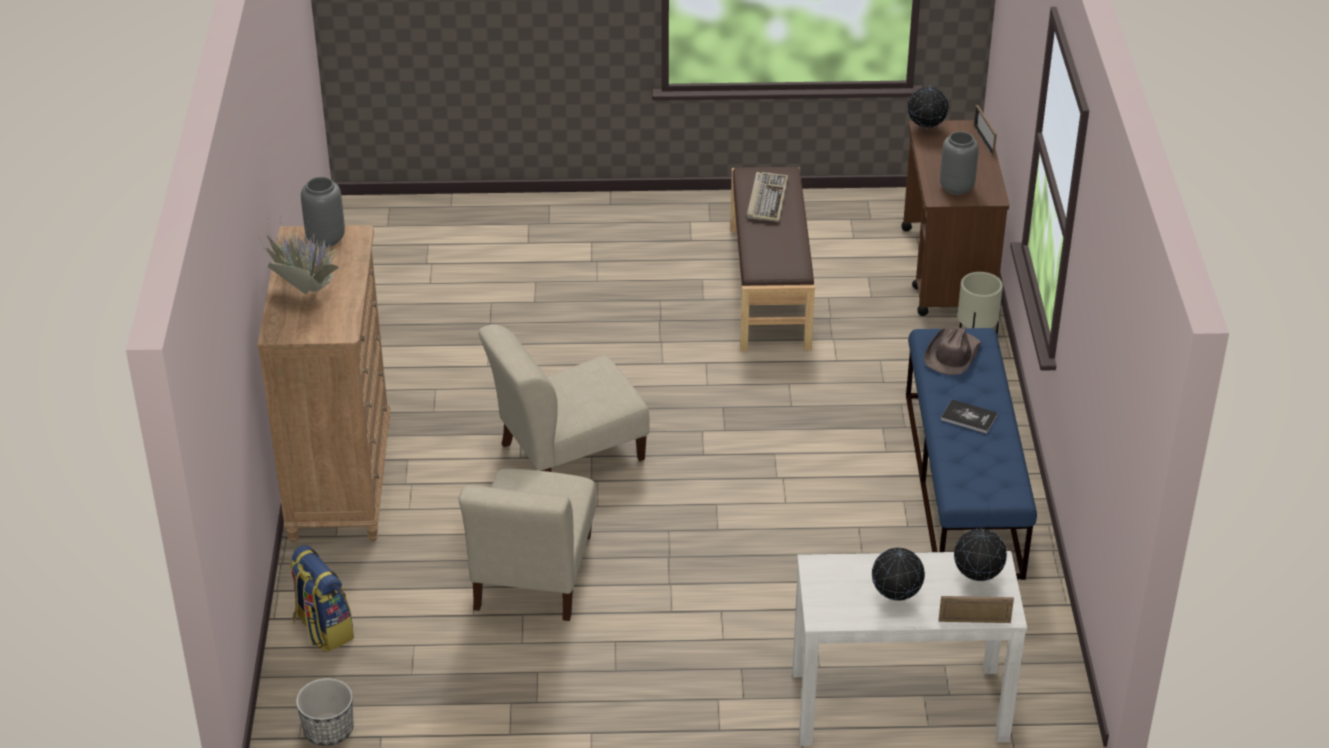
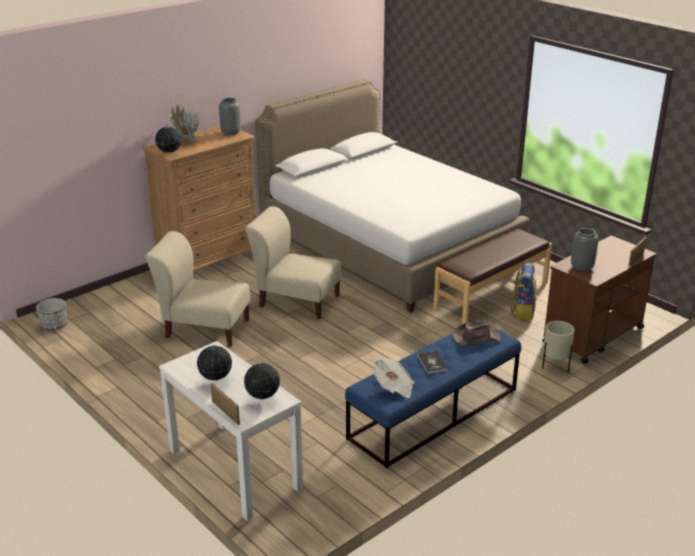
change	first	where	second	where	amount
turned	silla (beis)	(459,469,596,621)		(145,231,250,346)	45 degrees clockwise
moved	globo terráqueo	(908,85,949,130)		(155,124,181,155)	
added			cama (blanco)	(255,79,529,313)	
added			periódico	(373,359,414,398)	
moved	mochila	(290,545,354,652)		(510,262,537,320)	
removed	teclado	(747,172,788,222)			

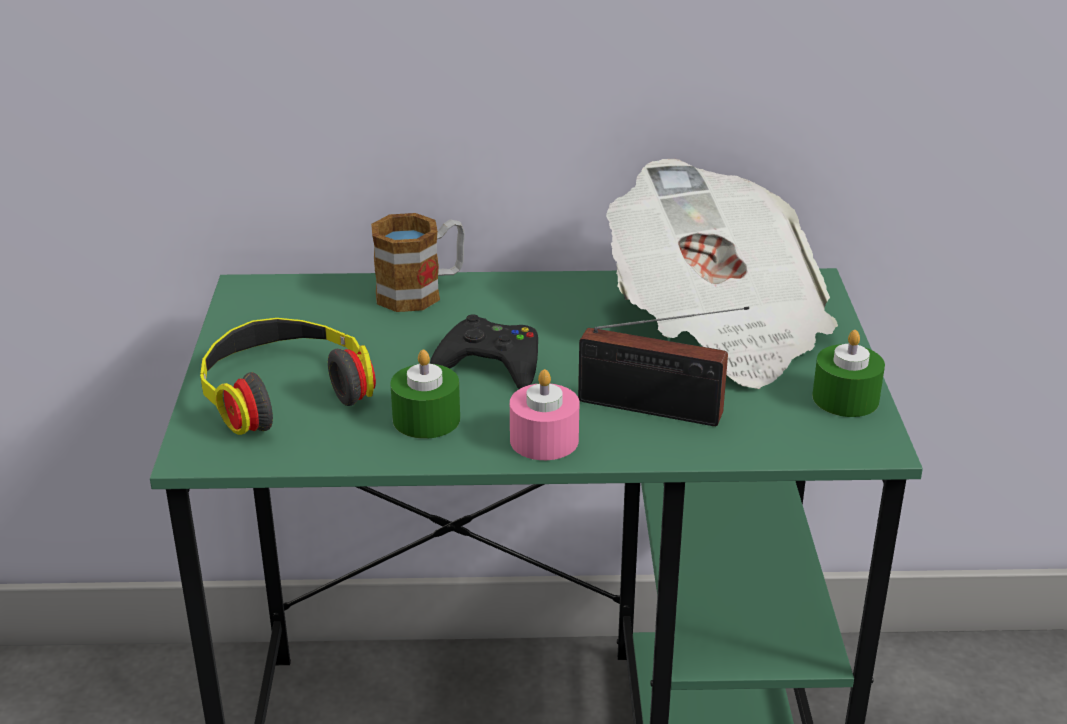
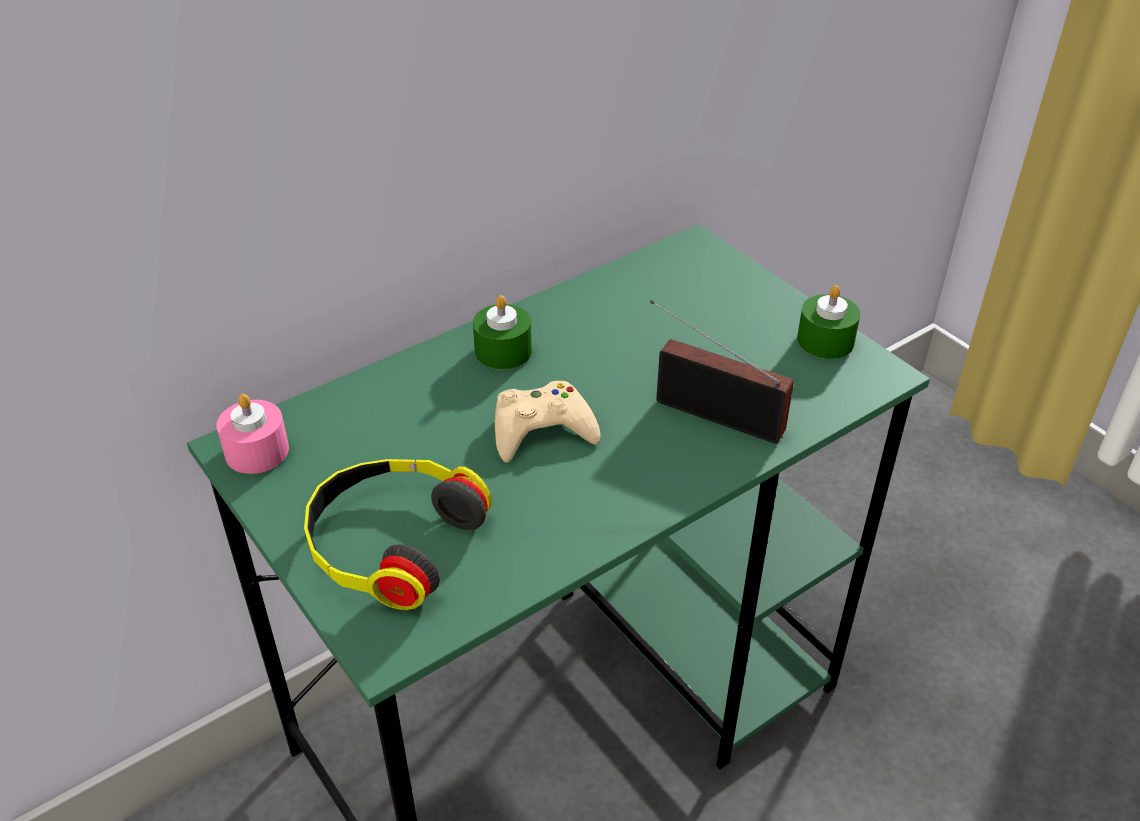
change	first	where	second	where	amount
moved	vela (rosa)	(510,369,579,460)		(216,394,289,474)	
moved	vela (verde)	(390,349,460,439)		(473,295,532,370)	
recoloured	mando de consola (negro)	(430,314,538,389)	mando de consola (beis)	(495,381,601,463)	
turned	radio	(578,307,749,426)		(650,300,794,444)	135 degrees counterclockwise
removed	taza grande	(371,213,465,312)			
removed	periódico	(606,159,838,389)			

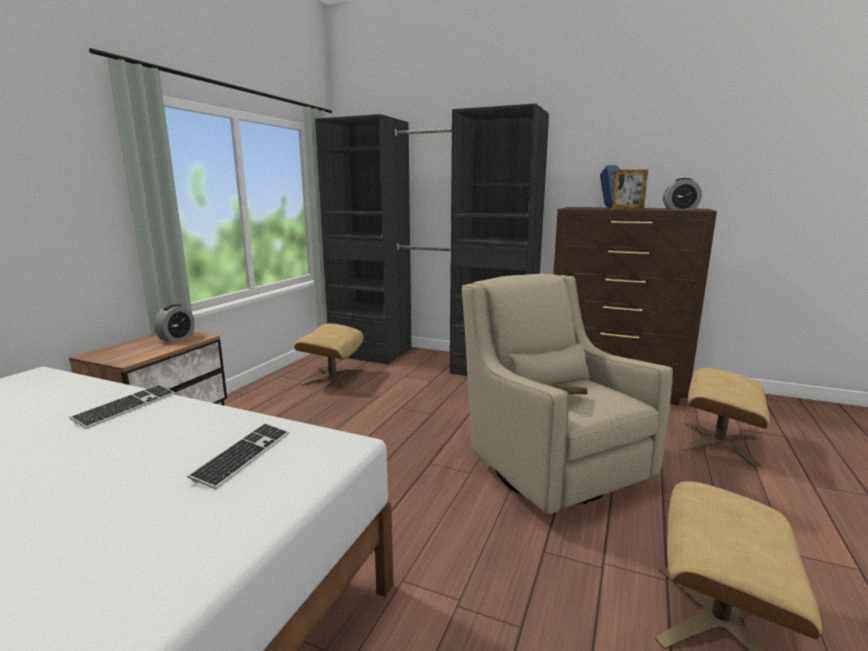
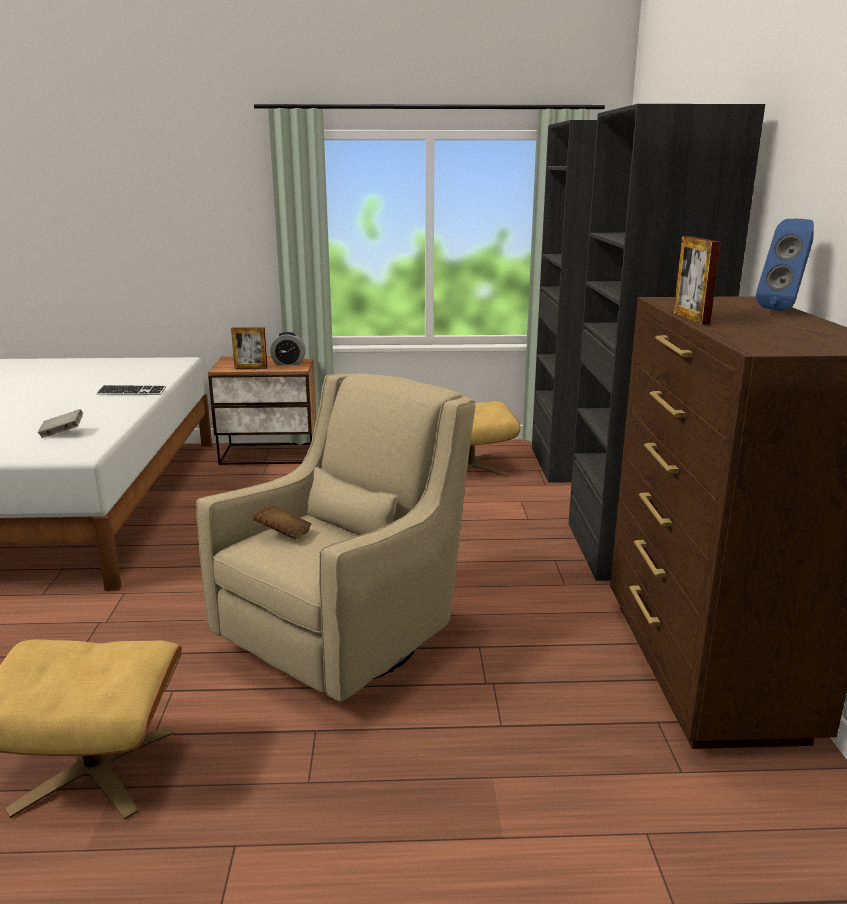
change	first	where	second	where	amount
replaced	teclado	(187,423,289,489)	libro (gris)	(38,409,83,438)	
added			portarretratos	(231,327,268,369)	
removed	despertador	(663,178,702,210)			
removed	puf (beis)	(680,368,770,467)			

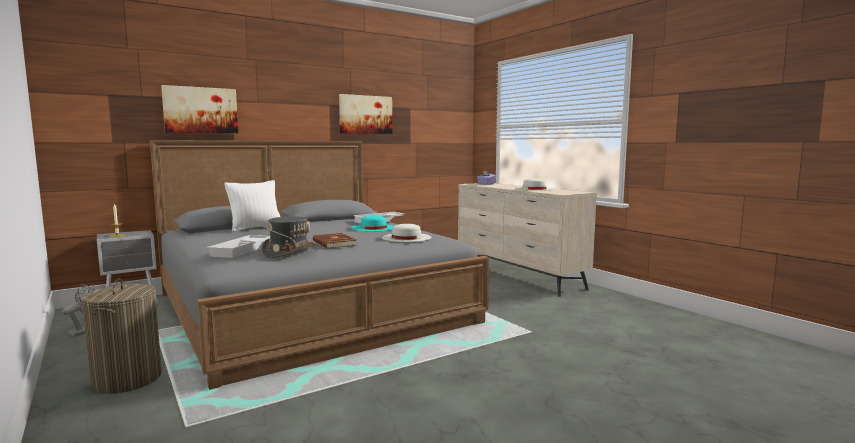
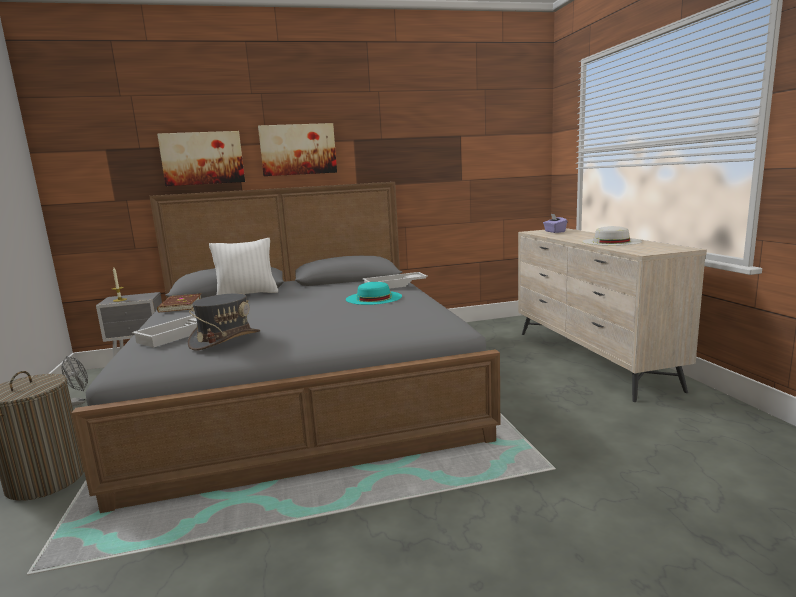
change	first	where	second	where	amount
moved	libro (marrón)	(313,233,357,248)		(157,294,202,312)	
moved	cuadro	(339,94,392,134)		(258,123,337,176)	
removed	sombrero (blanco)	(382,224,432,242)			

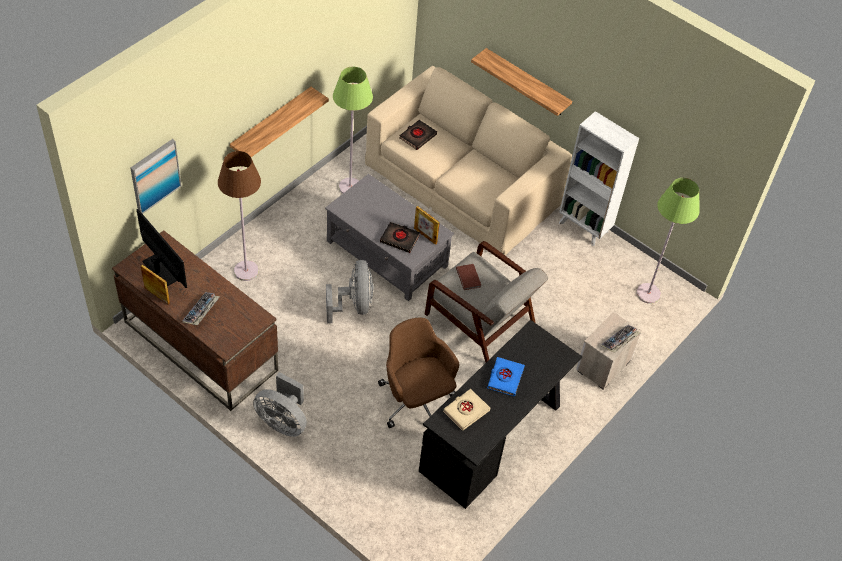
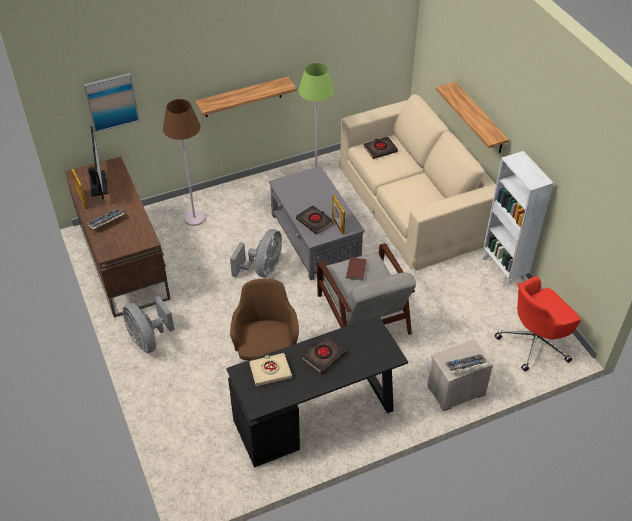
change	first	where	second	where	amount
recoloured	libro (azul)	(487,357,525,396)	libro (negro)	(301,335,346,374)	
replaced	lámpara de pie (verde)	(636,178,700,304)	silla de oficina (rojo)	(495,276,581,372)	

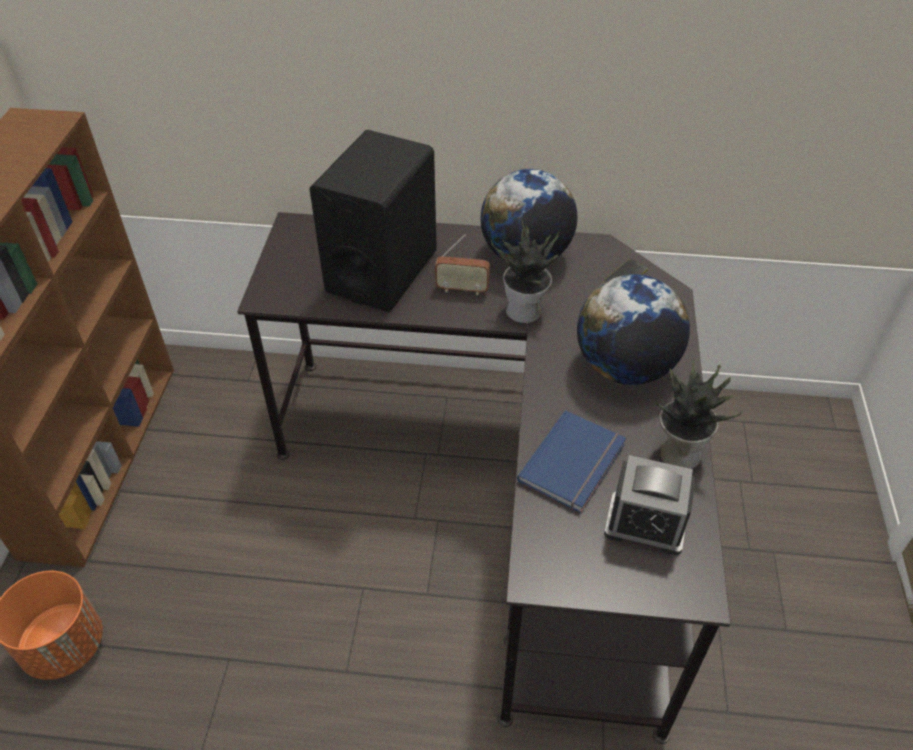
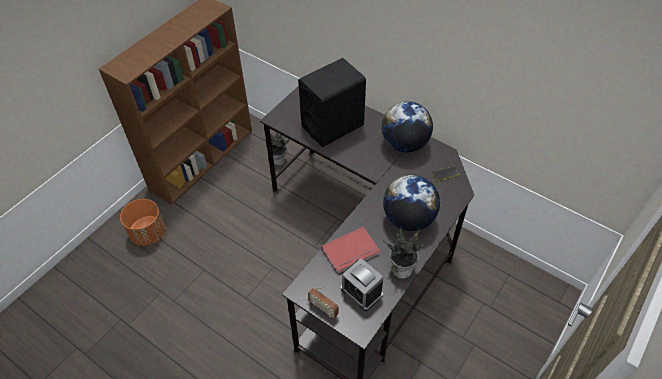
change	first	where	second	where	amount
moved	planta en maceta	(491,220,559,323)		(265,132,290,165)	
moved	radio	(435,234,490,295)		(308,287,339,318)	
recoloured	libro (azul)	(517,410,626,513)	libro (rojo)	(322,227,380,274)	

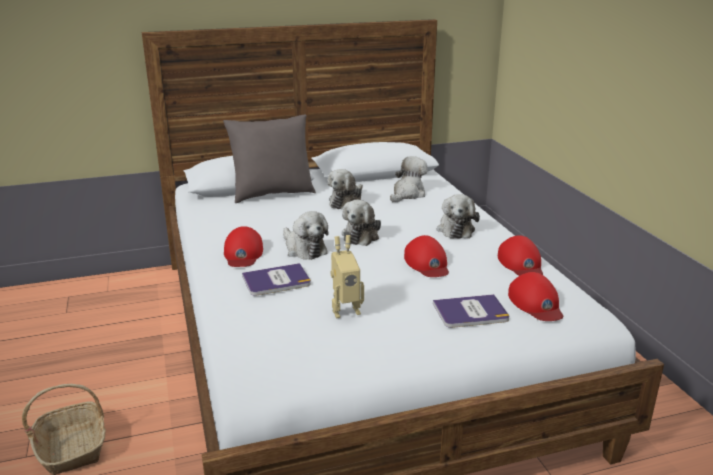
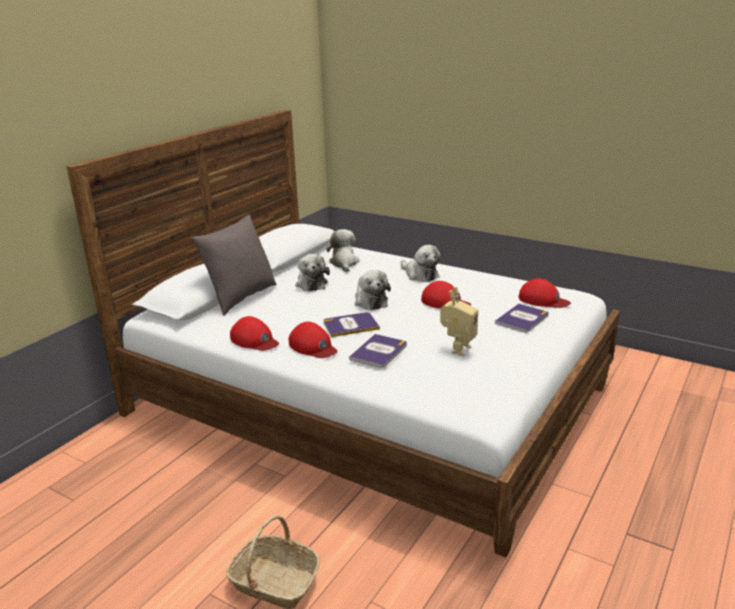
change	first	where	second	where	amount
moved	gorra (rojo)	(498,235,543,276)		(230,316,279,351)	
replaced	peluche	(283,211,328,260)	libro	(323,312,380,337)	

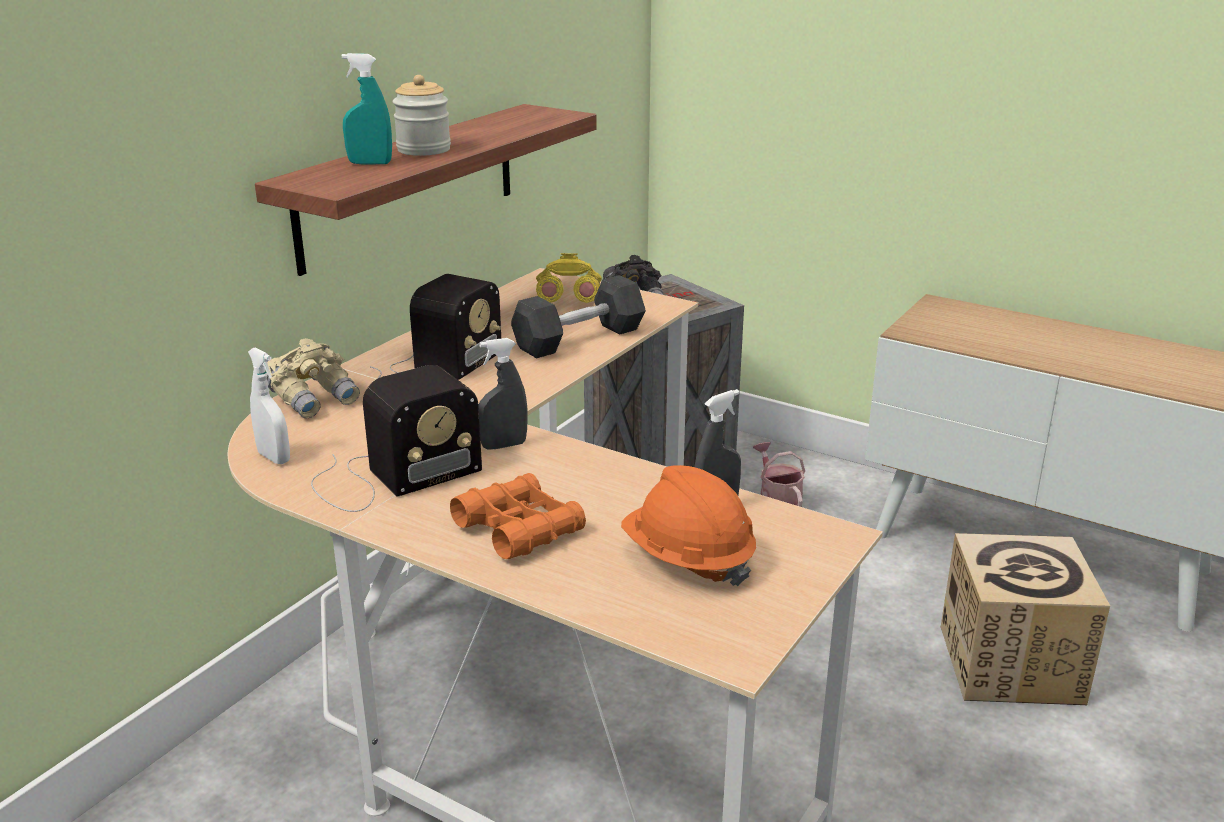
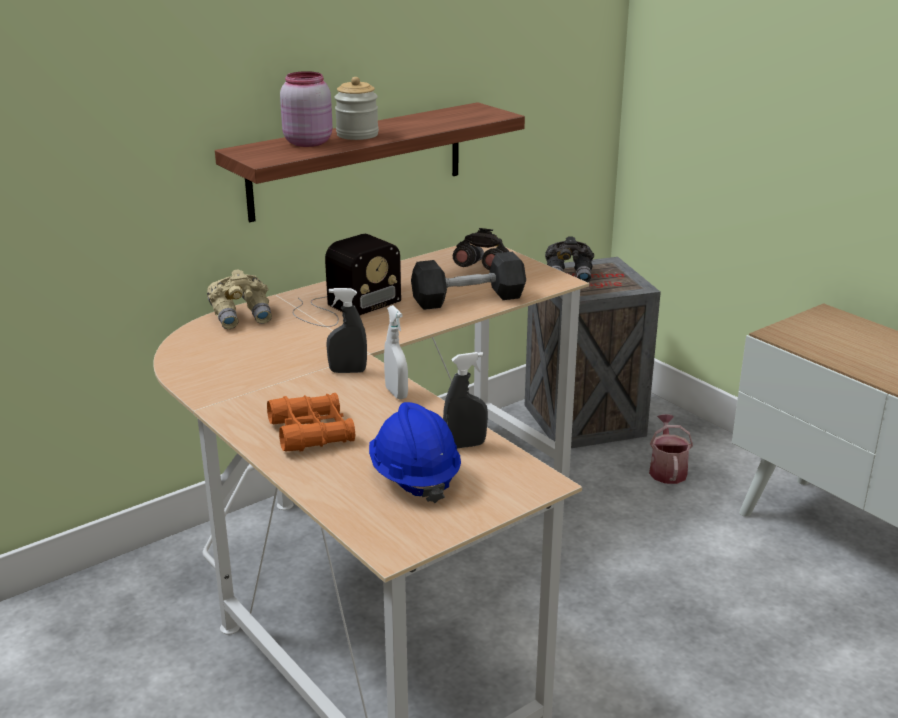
change	first	where	second	where	amount
replaced	pulverizador (turquesa)	(342,53,392,165)	tarro (rosa)	(280,71,333,147)	
recoloured	casco (naranja)	(621,465,756,586)	casco (azul)	(369,402,461,503)	
moved	pulverizador (blanco)	(248,347,290,464)		(384,305,408,399)	
recoloured	prismáticos (amarillo)	(536,253,602,303)	prismáticos (gris)	(453,228,510,270)	
removed	radio	(311,365,482,512)			
removed	caja de cartón	(941,533,1110,705)			

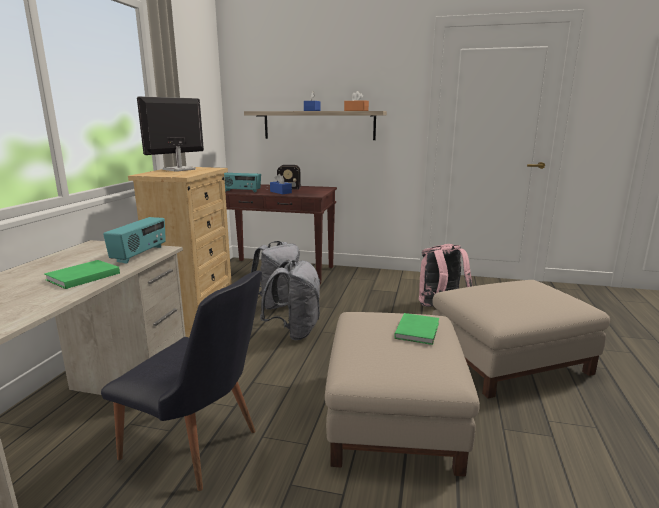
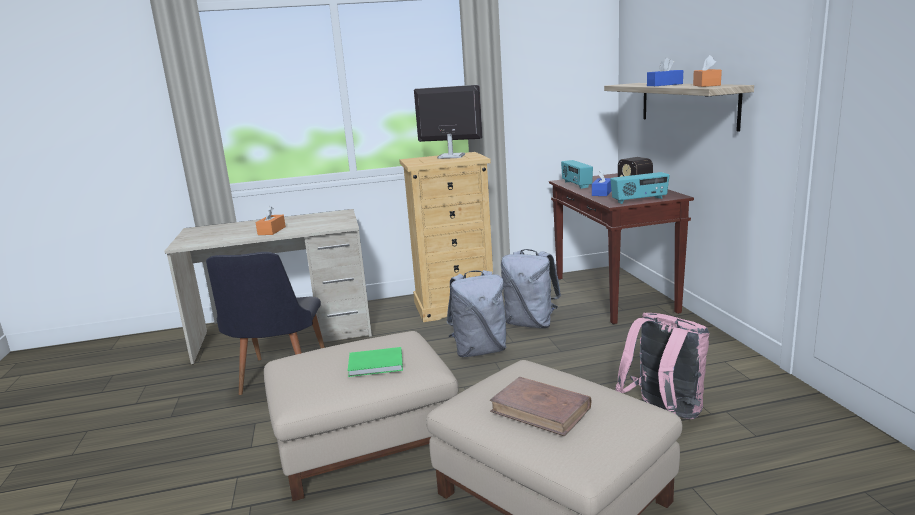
change	first	where	second	where	amount
replaced	libro (verde)	(44,260,120,289)	caja de pañuelos (naranja)	(256,206,286,235)	
added			libro (marrón)	(490,377,591,436)	
moved	radio	(103,217,166,264)		(610,172,670,204)	

